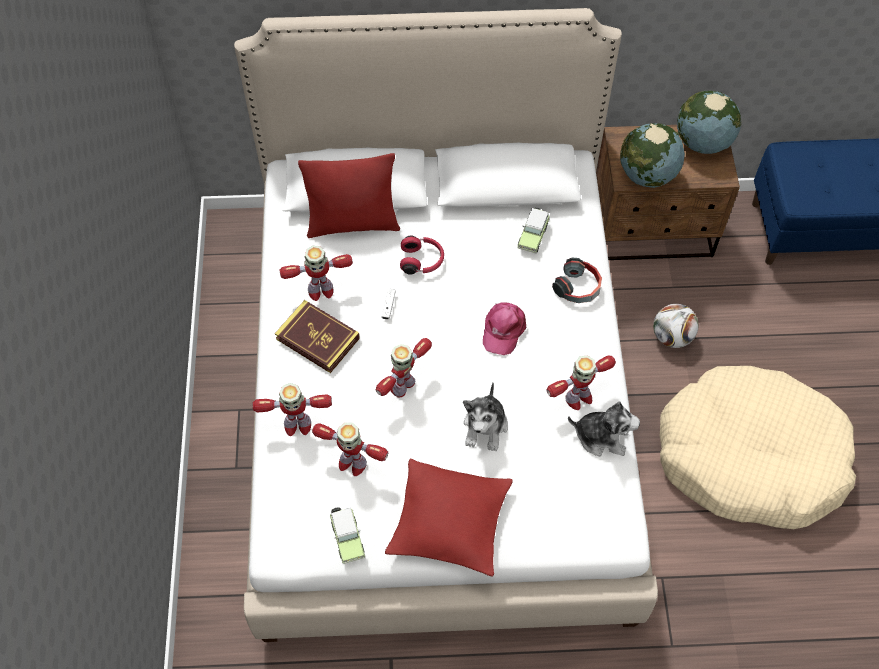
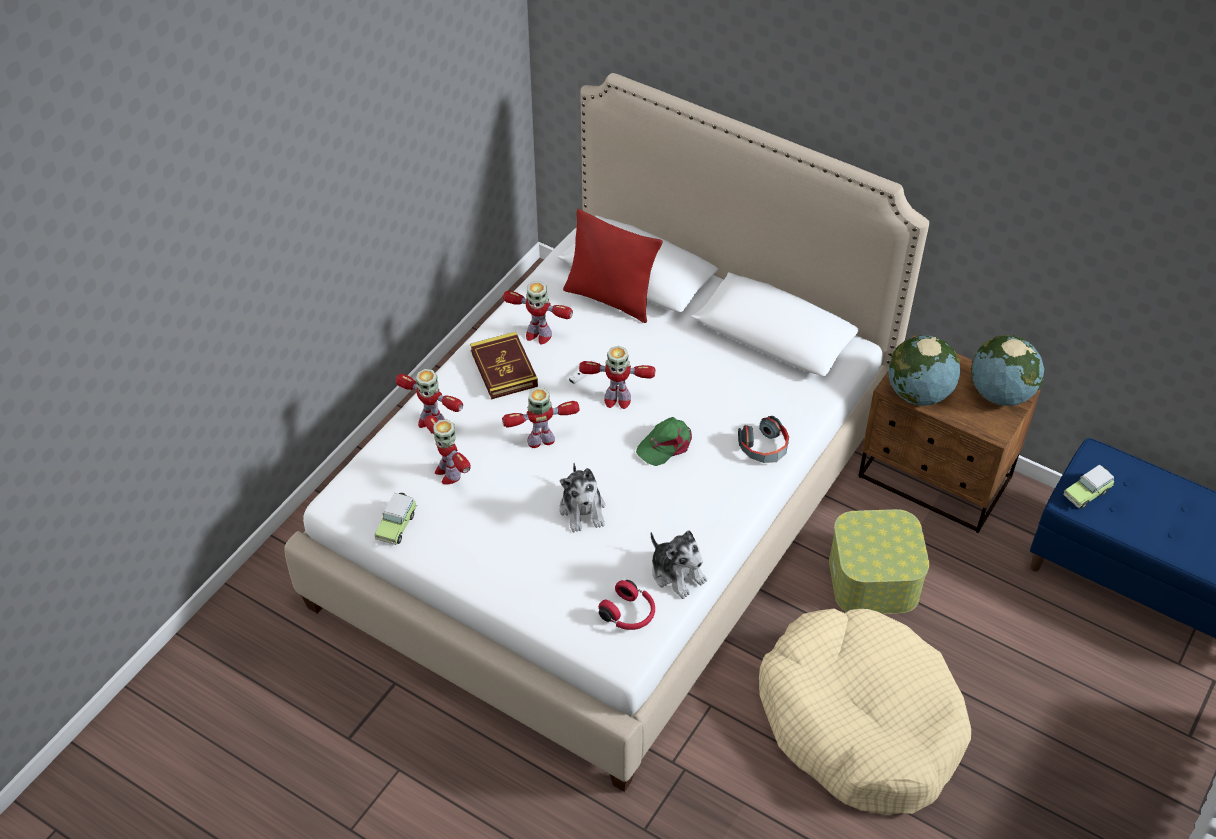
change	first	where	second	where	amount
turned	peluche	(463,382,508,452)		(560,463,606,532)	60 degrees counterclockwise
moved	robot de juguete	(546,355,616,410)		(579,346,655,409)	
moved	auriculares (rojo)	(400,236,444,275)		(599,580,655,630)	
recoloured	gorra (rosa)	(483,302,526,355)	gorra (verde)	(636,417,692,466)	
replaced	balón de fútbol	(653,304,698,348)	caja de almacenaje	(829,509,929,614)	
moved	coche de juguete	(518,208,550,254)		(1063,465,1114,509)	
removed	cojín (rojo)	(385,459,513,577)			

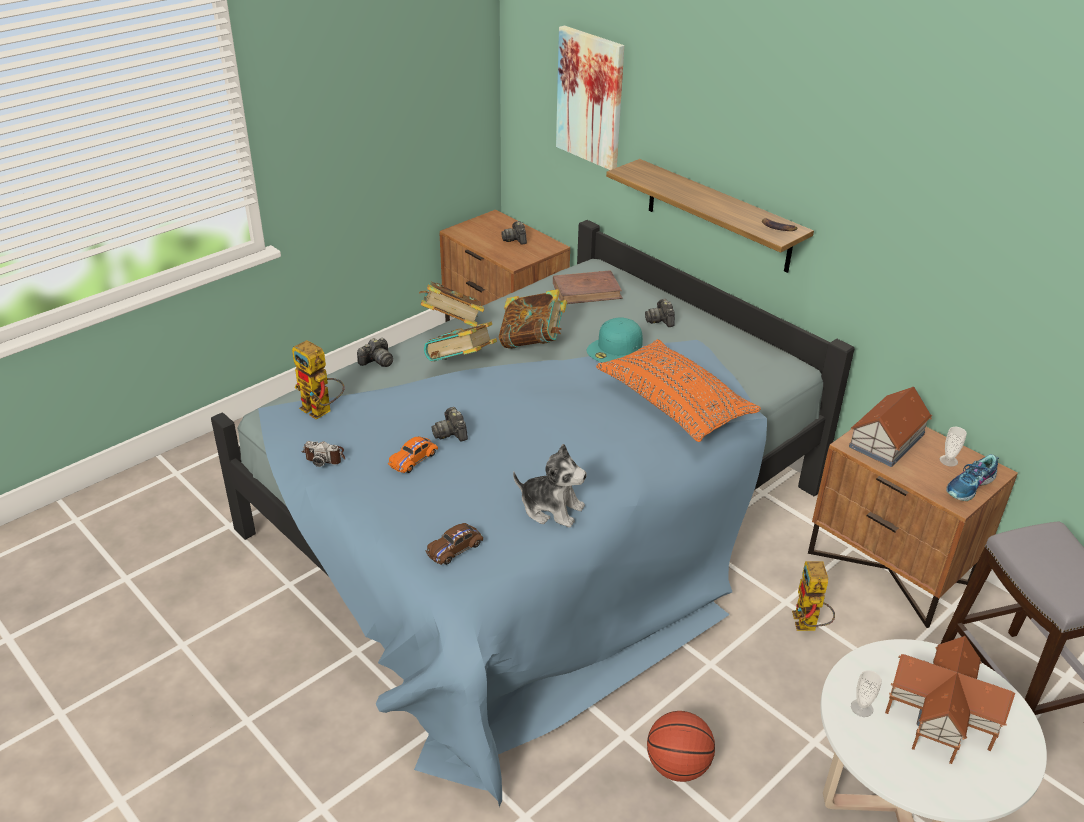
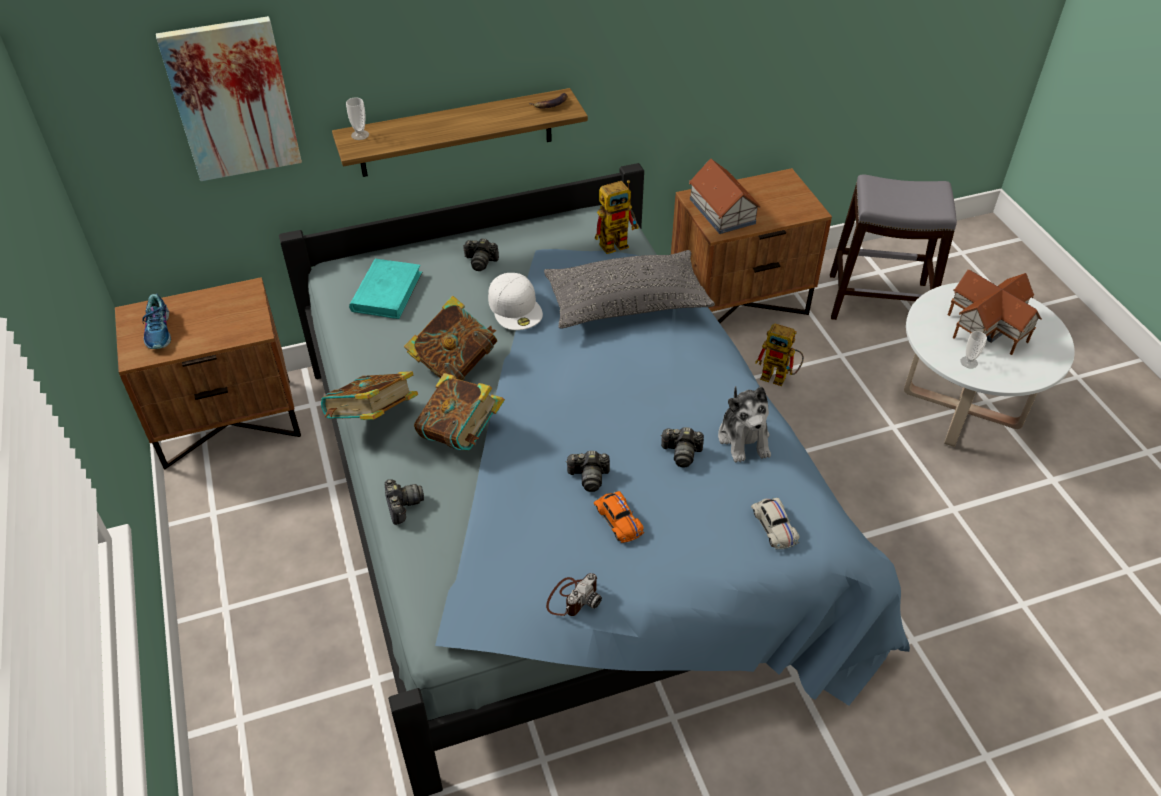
change	first	where	second	where	amount
moved	zapato	(946,454,999,501)		(143,293,171,349)	
moved	taza	(940,427,967,467)		(346,98,369,140)	
recoloured	libro (marrón)	(553,270,623,304)	libro (turquesa)	(349,259,423,319)	
recoloured	gorra (turquesa)	(587,317,643,362)	gorra (blanco)	(488,273,543,330)	
recoloured	cojín (naranja)	(596,339,761,442)	cojín (gris)	(544,250,715,329)	
moved	robot de juguete	(292,340,344,420)		(595,180,639,254)	
moved	cámara	(501,221,527,245)		(660,427,704,467)	
turned	peluche	(513,444,587,528)		(718,386,771,463)	120 degrees clockwise
recoloured	coche de juguete (marrón)	(426,523,483,565)	coche de juguete (blanco)	(751,498,800,549)	
removed	balón de baloncesto	(647,711,715,782)			

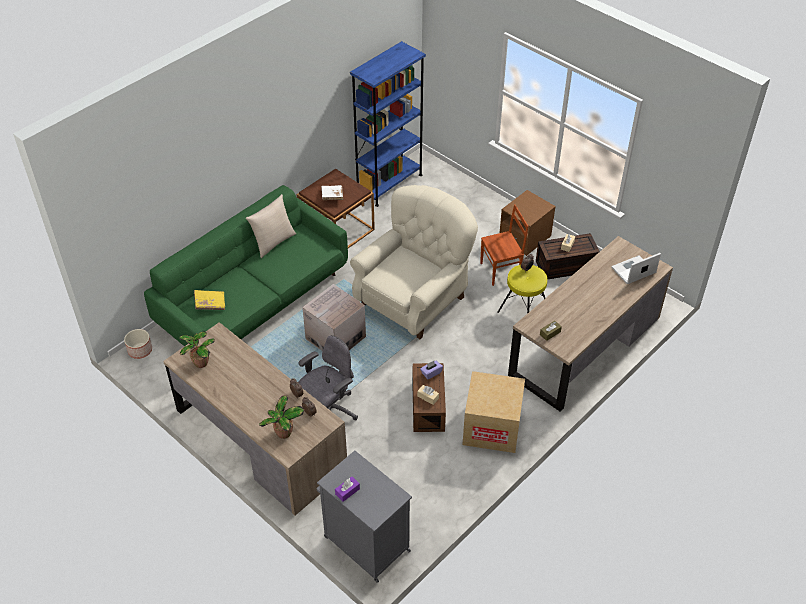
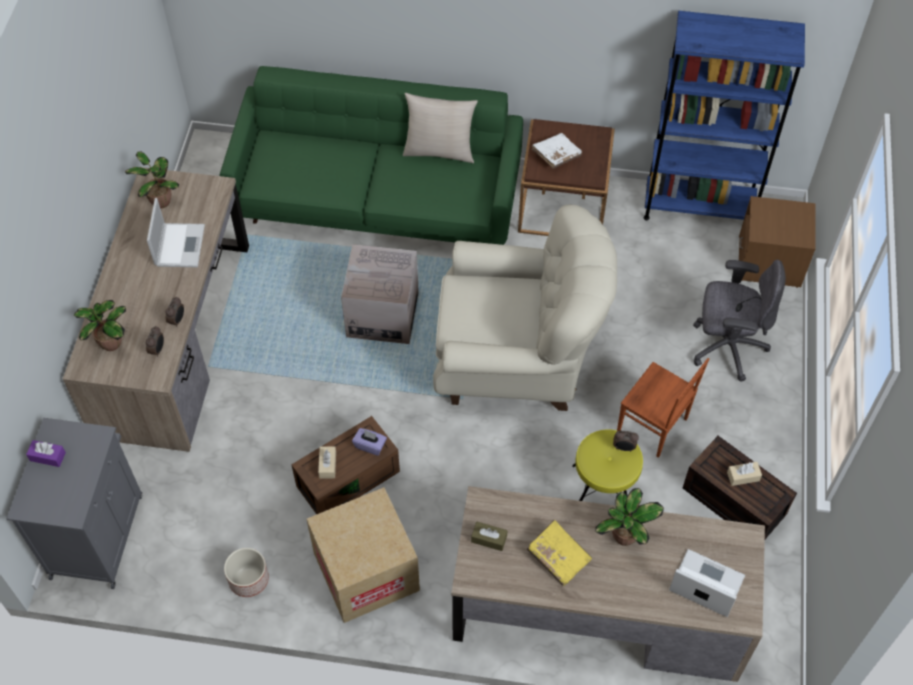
change	first	where	second	where	amount
added			portátil	(147,198,205,267)	
moved	maceta	(124,329,152,359)		(224,548,269,597)	
moved	libro (amarillo)	(194,290,225,310)		(527,520,592,586)	
added			planta en maceta	(595,488,664,546)	
moved	silla de oficina (gris)	(298,335,358,420)		(693,259,786,382)	
moved	mesita de noche (marrón)	(500,190,556,256)		(739,196,815,288)	

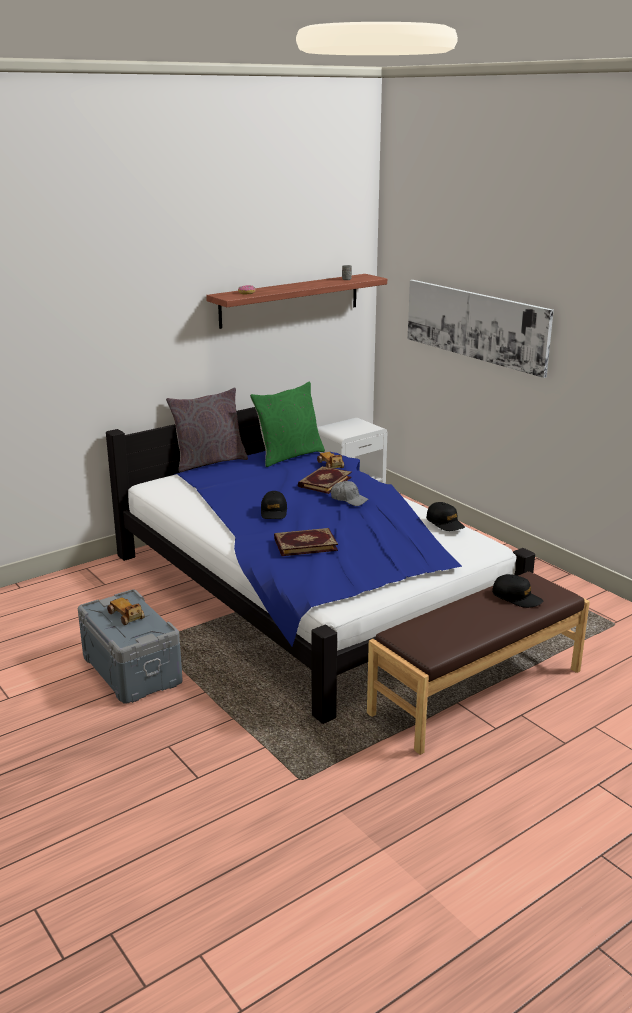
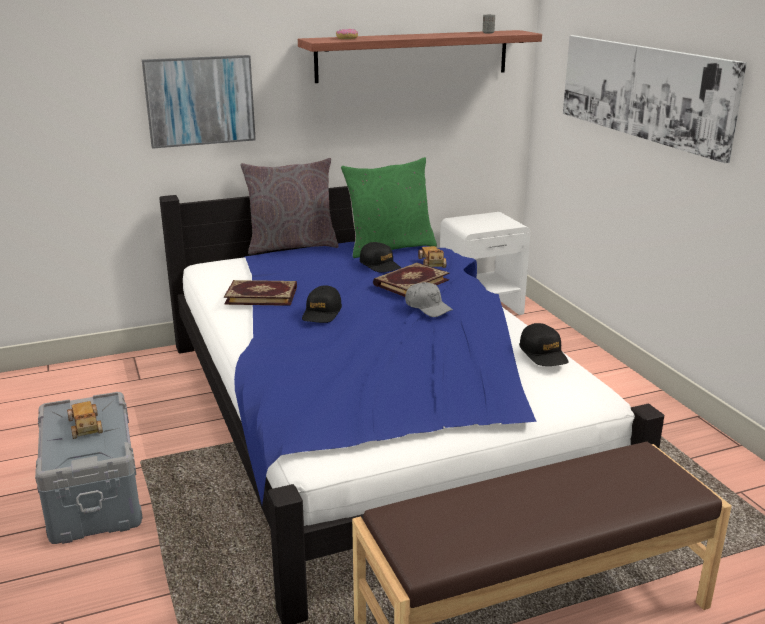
change	first	where	second	where	amount
added			cuadro	(142,55,256,149)	
moved	libro	(274,528,338,556)		(224,280,297,306)	
moved	gorra (negro)	(492,574,544,608)		(360,242,401,273)	

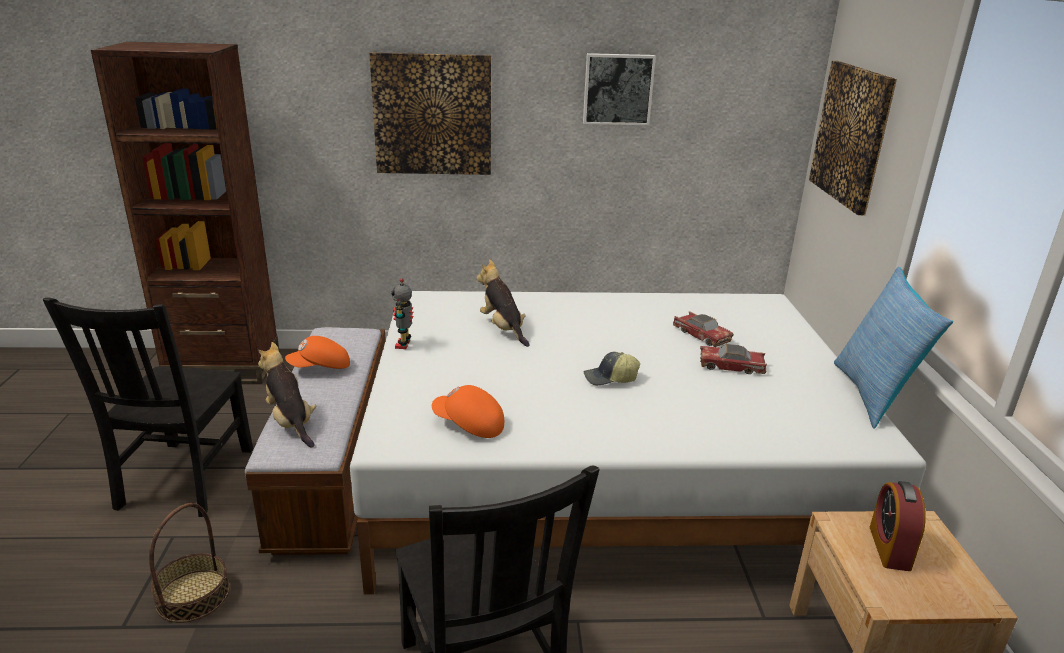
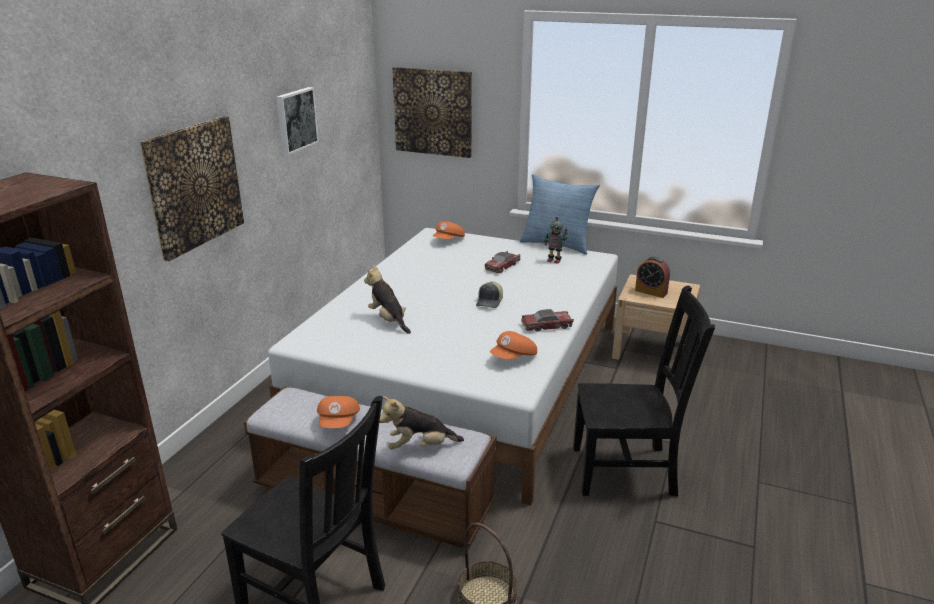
change	first	where	second	where	amount
turned	peluche	(477,260,530,347)		(364,265,411,334)	60 degrees clockwise
added			gorra (naranja)	(433,221,465,239)	
moved	coche de juguete	(673,311,734,347)		(521,309,574,332)	
moved	robot de juguete	(391,278,414,349)		(544,217,568,264)	

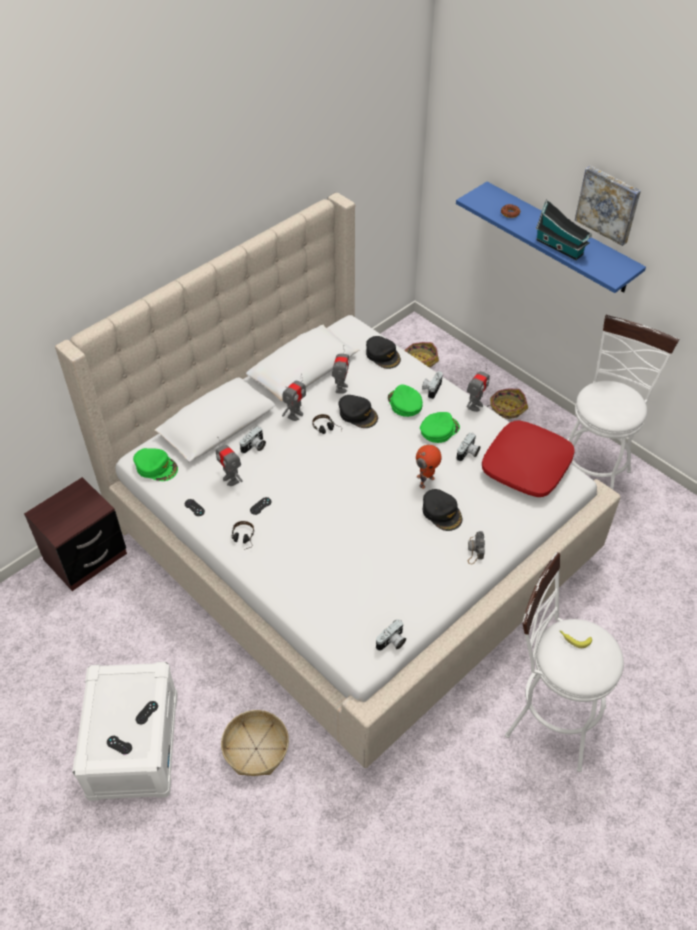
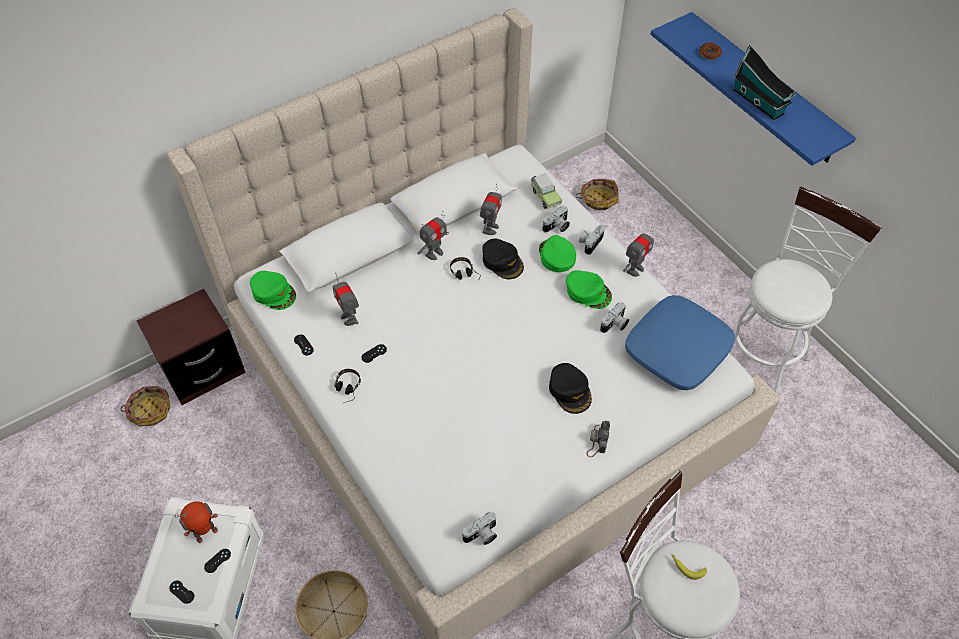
change	first	where	second	where	amount
moved	cesta	(487,389,528,419)		(120,386,170,426)	
moved	robot de juguete	(416,445,442,489)		(175,501,218,543)	
replaced	gorra (negro)	(366,336,401,369)	coche de juguete	(531,173,562,209)	
moved	cámara	(240,426,266,454)		(542,206,570,233)	
turned	gorra (verde)	(420,412,460,443)		(566,270,612,309)	60 degrees clockwise
recoloured	cojín (rojo)	(482,420,575,497)	cojín (azul)	(625,295,735,390)	
removed	cuadro	(575,166,641,246)			

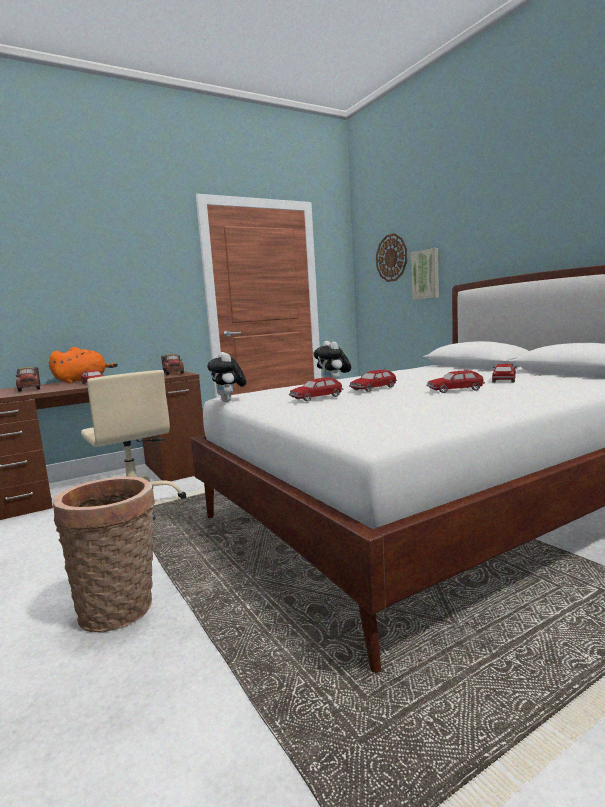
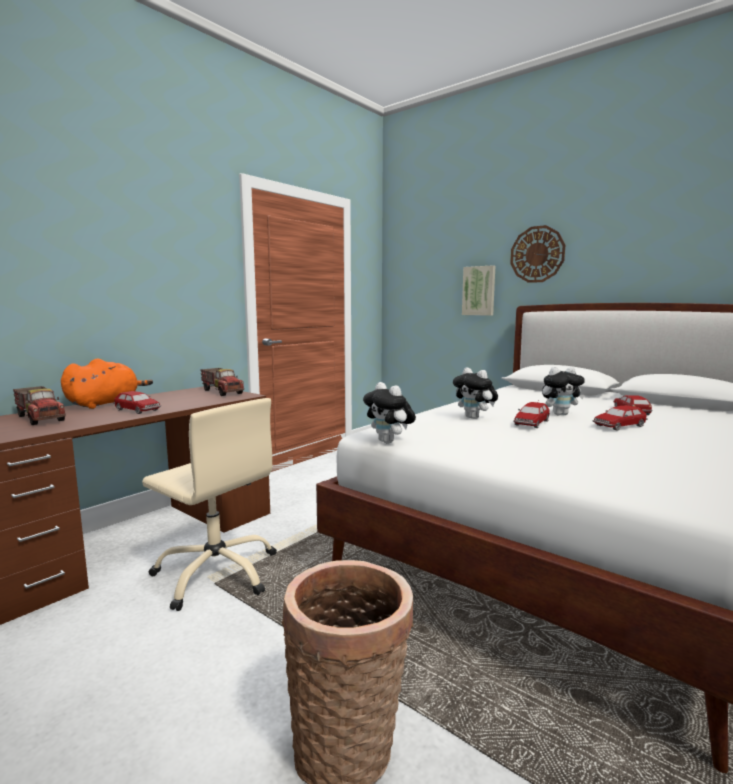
change	first	where	second	where	amount
moved	reloj de pared	(376,233,407,282)		(510,225,565,283)	
added			peluche	(542,367,585,415)	
removed	coche de juguete	(289,376,343,401)			

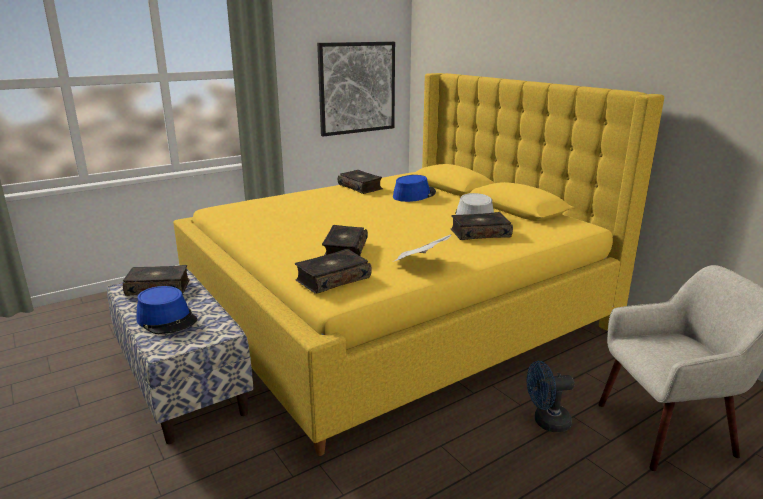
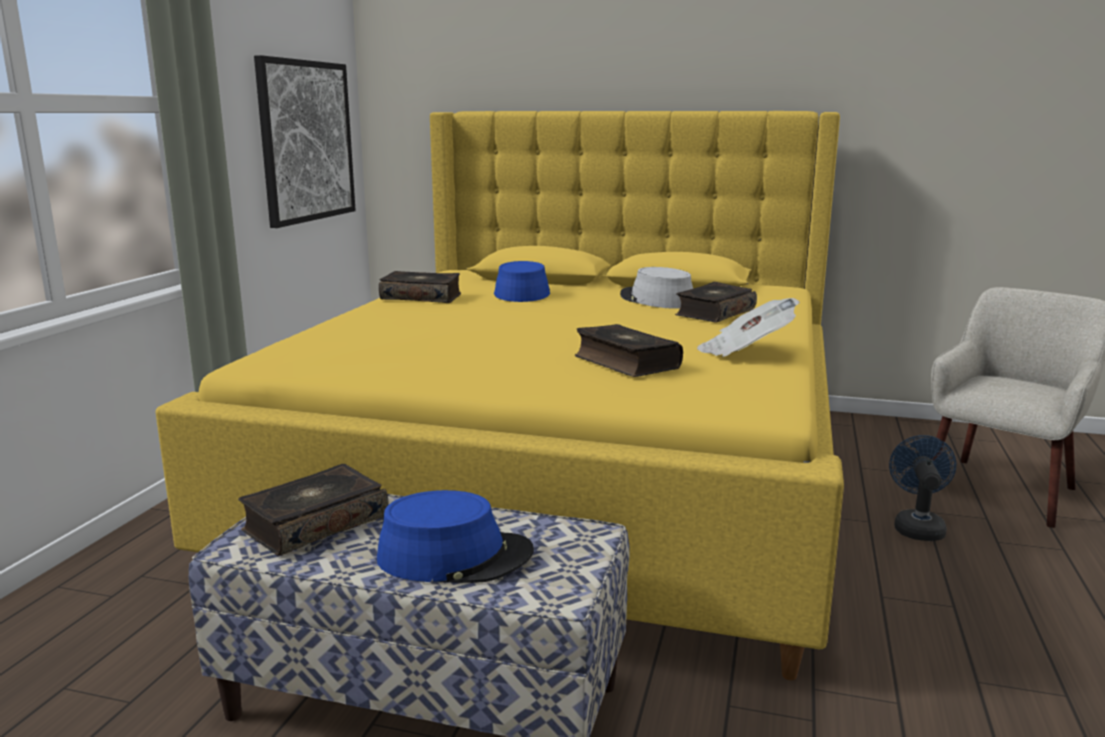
change	first	where	second	where	amount
turned	ventilador (azul)	(527,361,575,432)		(889,435,956,541)	150 degrees clockwise
removed	libro	(295,249,372,294)			

